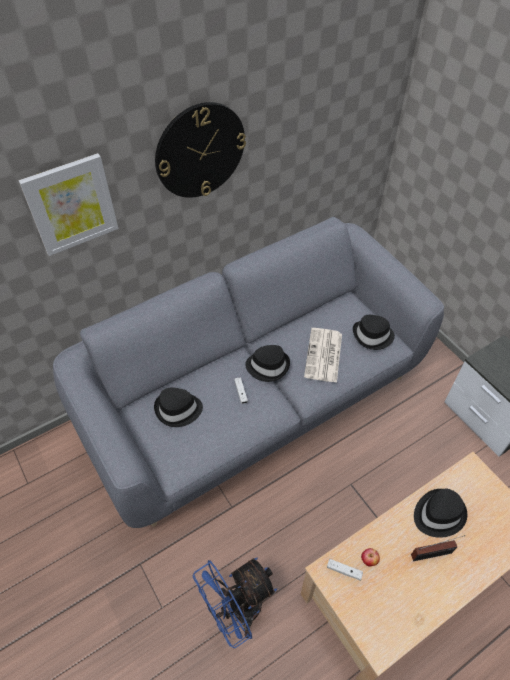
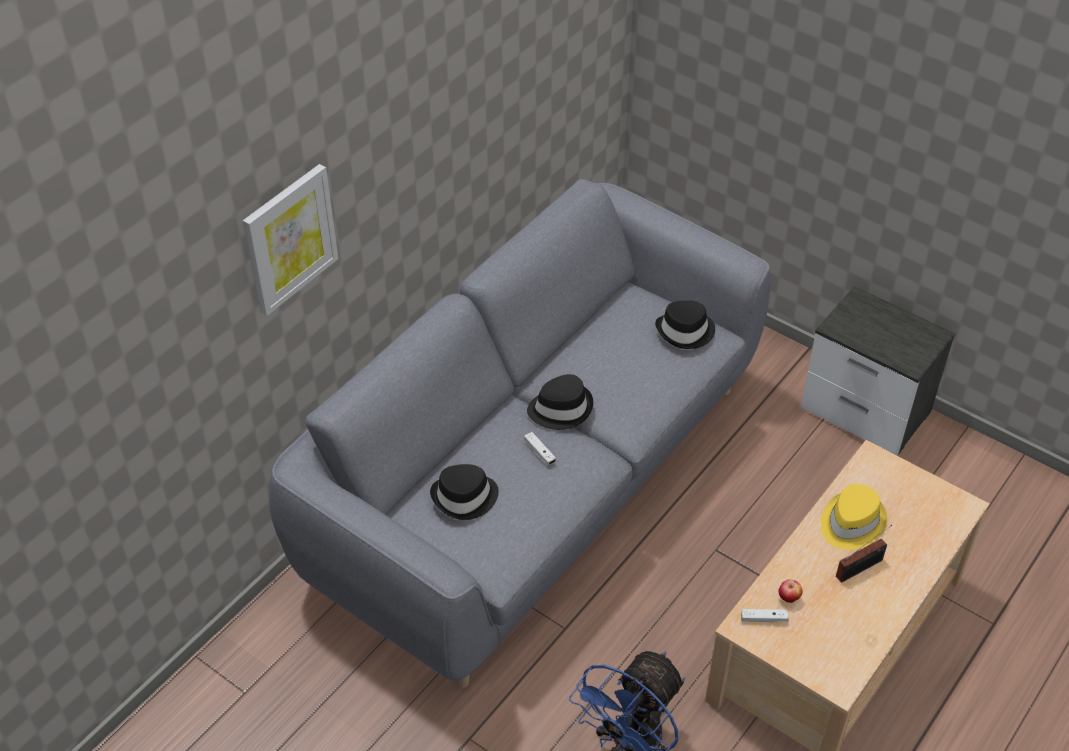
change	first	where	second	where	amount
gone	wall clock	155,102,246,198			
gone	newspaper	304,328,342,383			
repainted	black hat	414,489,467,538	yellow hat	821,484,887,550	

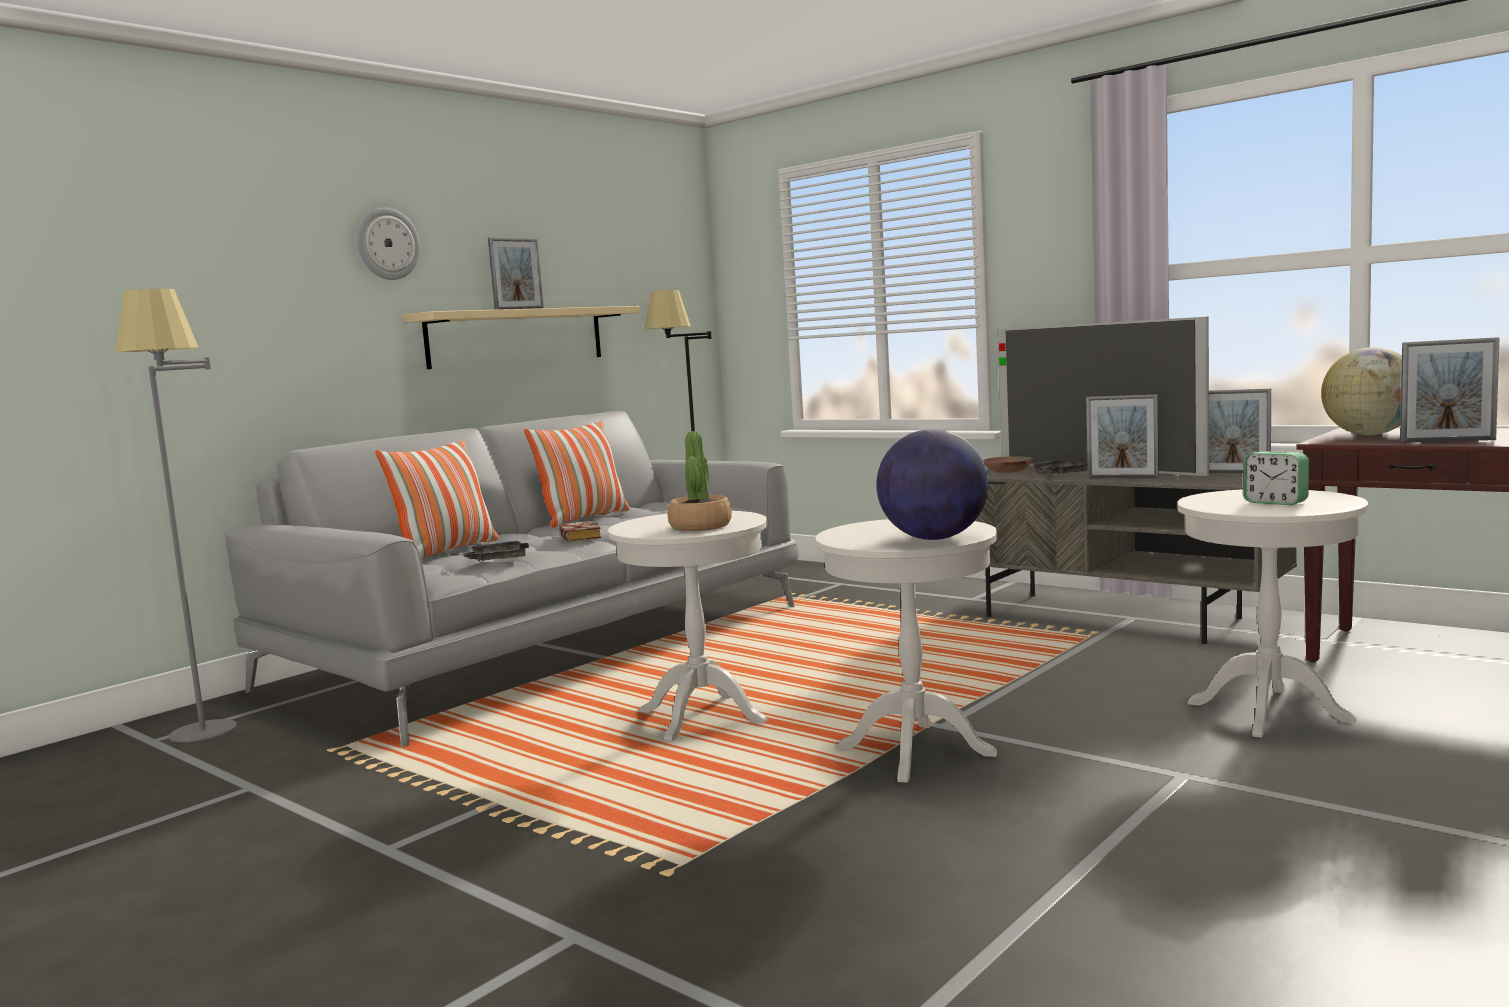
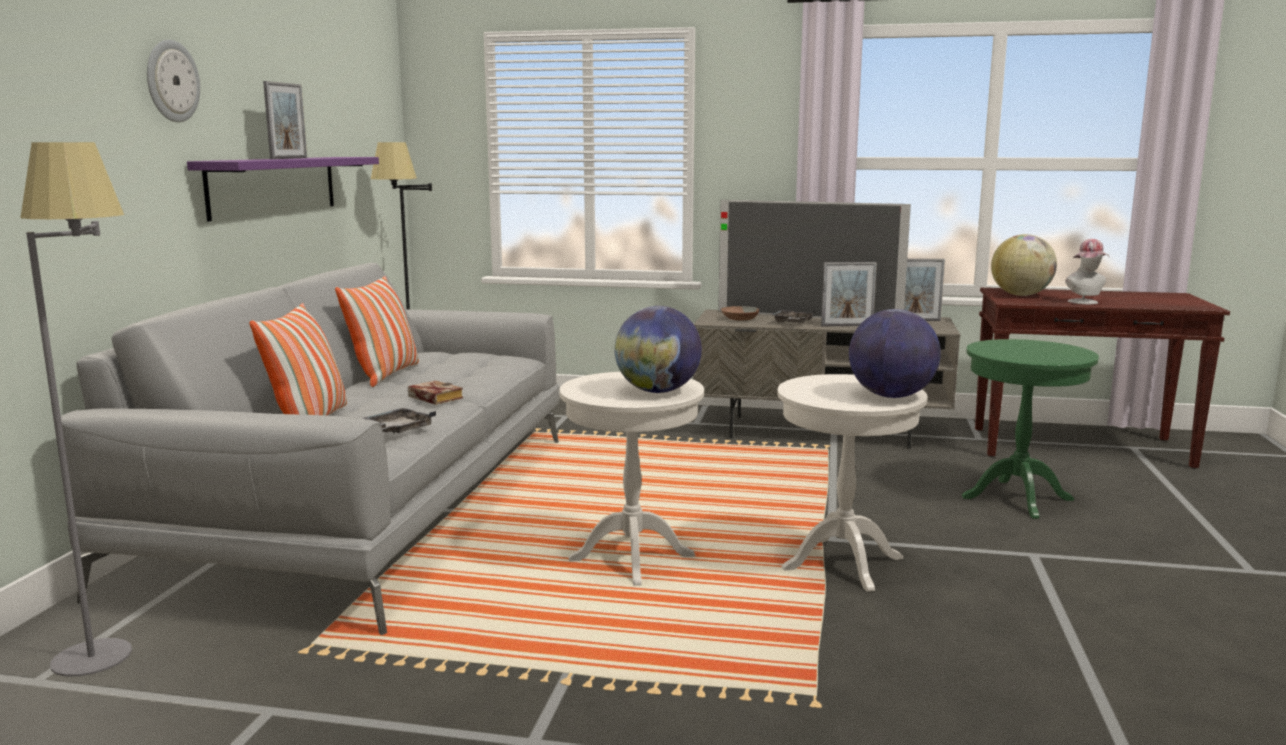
change	first	where	second	where	amount
gone	alarm clock	1243,451,1309,505			
swapped	potted plant	668,431,732,531	globe	615,306,702,393	
swapped	picture frame	1400,337,1500,443	hat	1065,239,1110,304	
repainted	beige shelf	403,306,640,369	purple shelf	187,157,379,222	
repainted	white side table	1177,490,1368,738	green side table	962,339,1099,519	

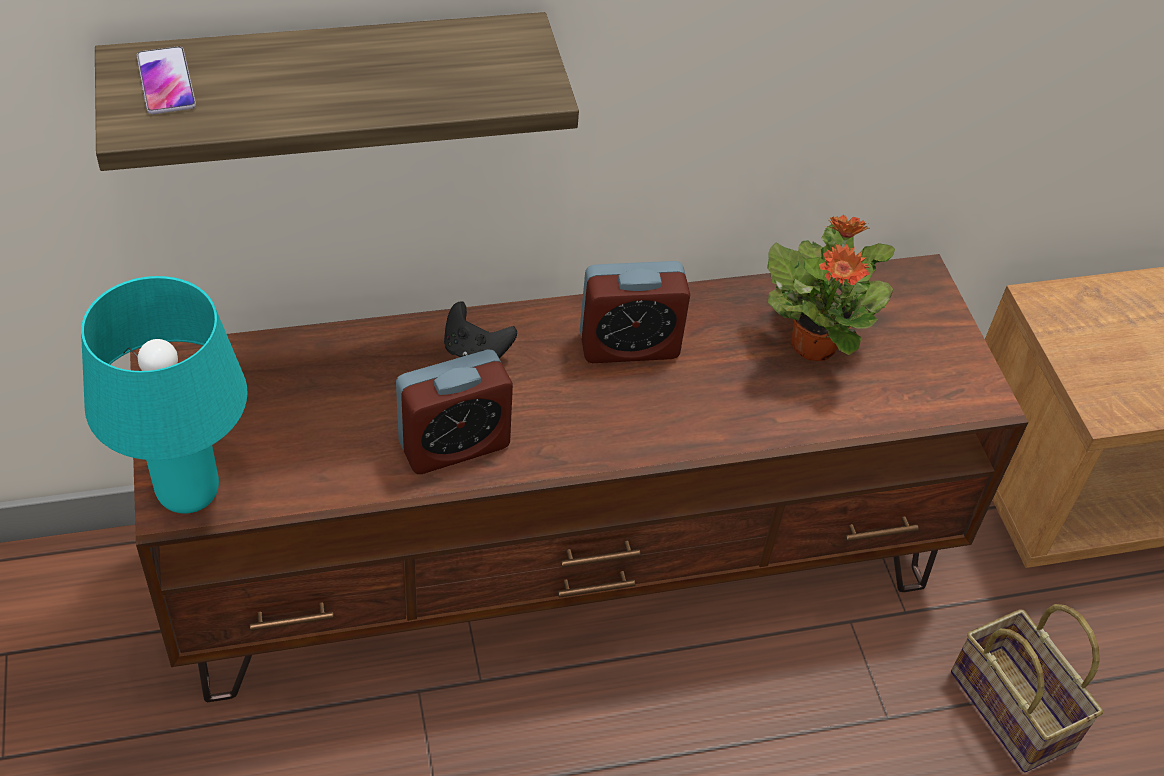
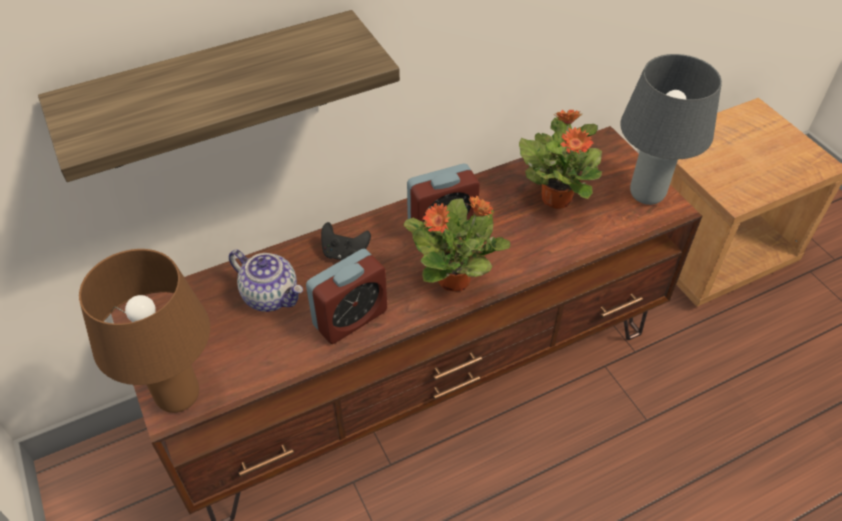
change	first	where	second	where	amount
gone	phone	136,46,196,114			
gone	basket	951,604,1103,772			
new			teapot	229,250,303,312	
new			potted plant	403,195,511,291	
new			grey table lamp	620,54,722,205	
repainted	turquoise table lamp	81,276,247,513	brown table lamp	79,249,210,413	

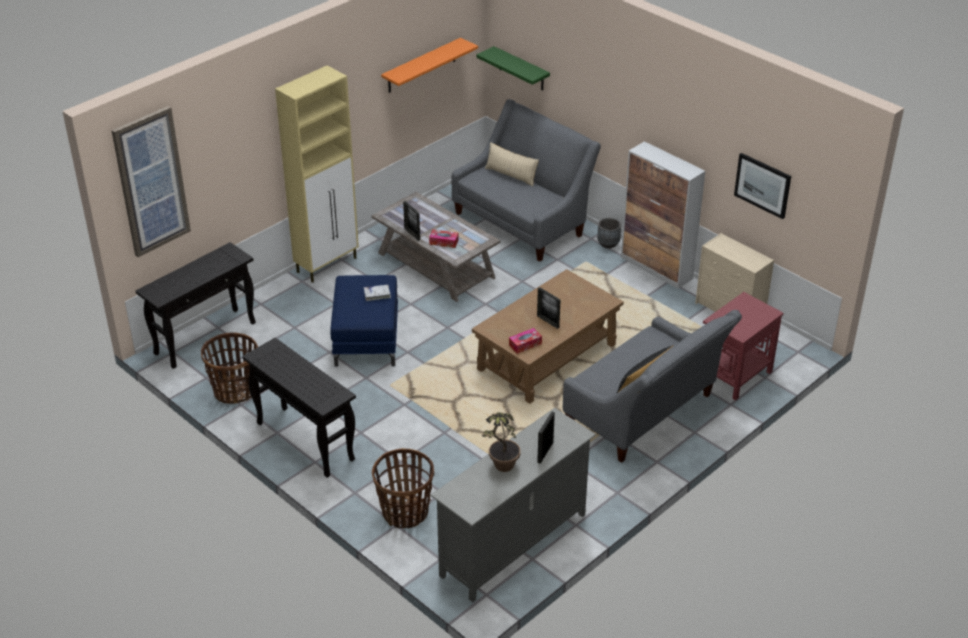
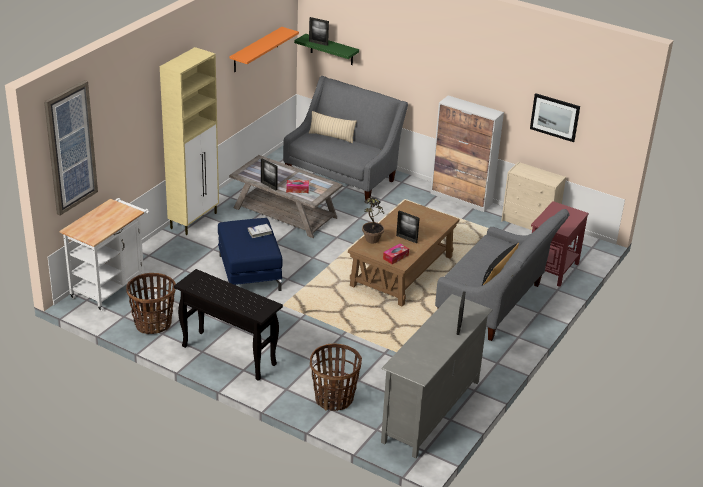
change	first	where	second	where	amount
gone	grey planter	597,218,621,248			
new			picture frame	309,17,329,46	
shifted	potted plant	482,412,520,472		362,197,384,243	
swapped	black console table	136,242,256,369	white cart	59,198,149,311	

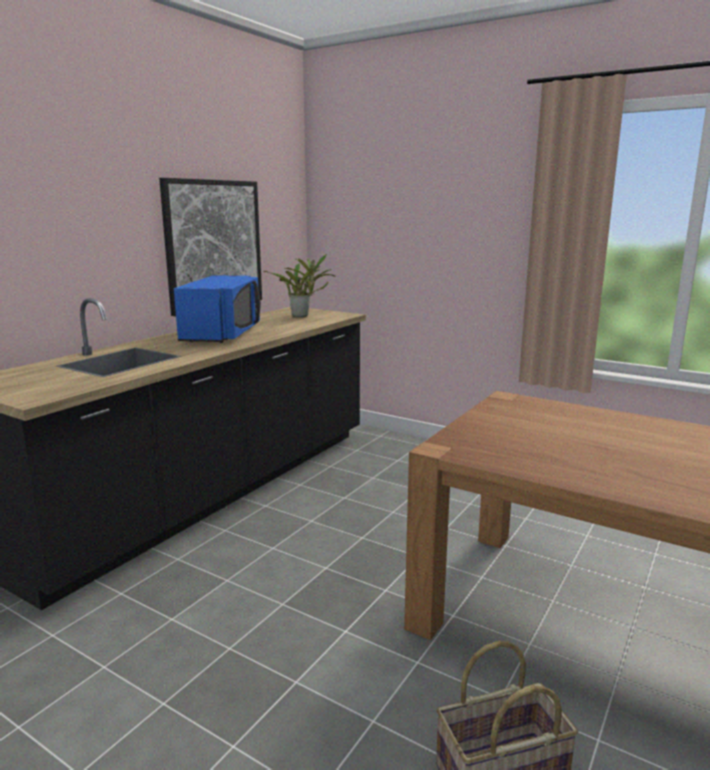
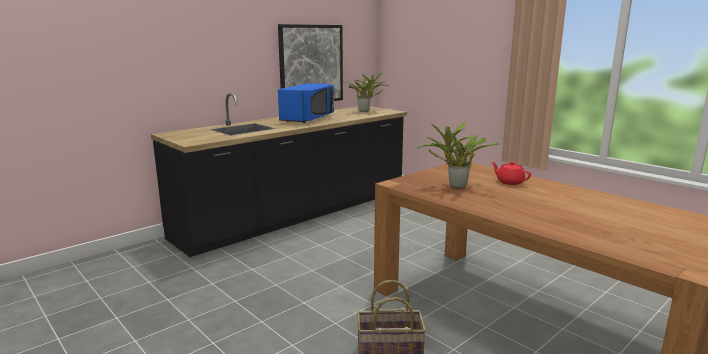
change	first	where	second	where	amount
new			potted plant	417,122,499,189	
new			red teapot	491,162,531,185	

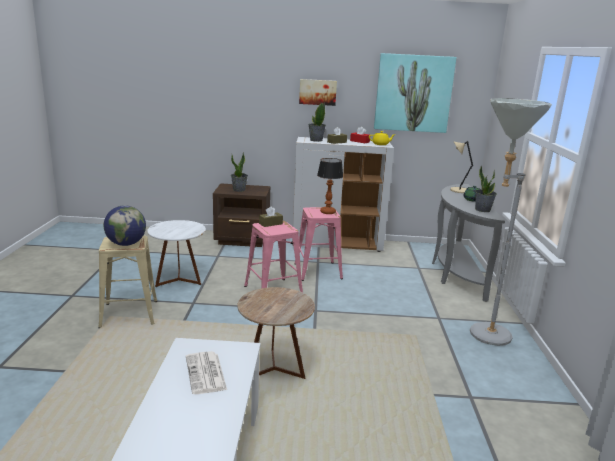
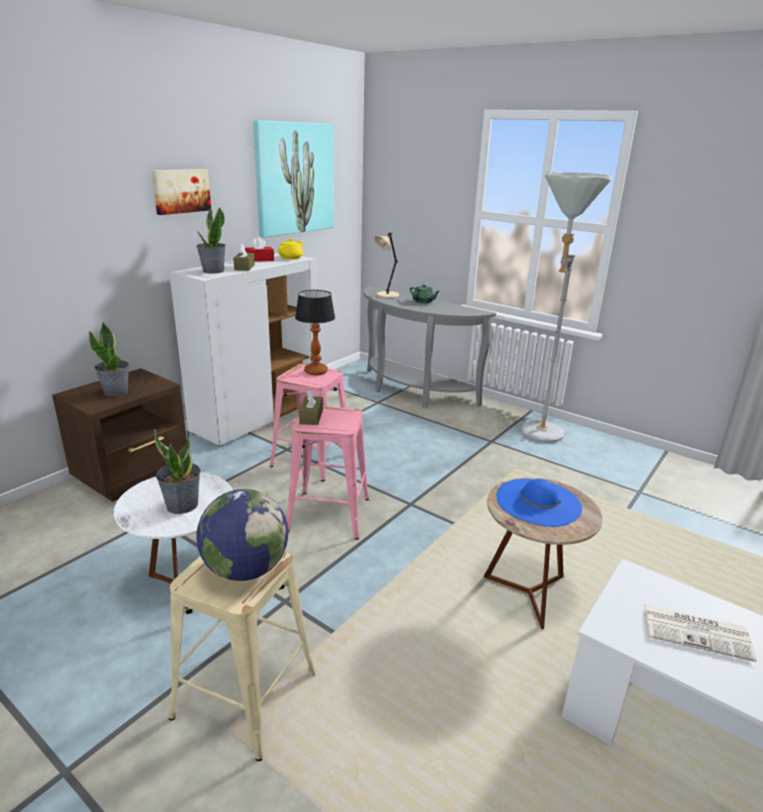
change	first	where	second	where	amount
new			blue hat	496,479,582,527	
shifted	potted plant	475,166,497,212		154,429,201,514	

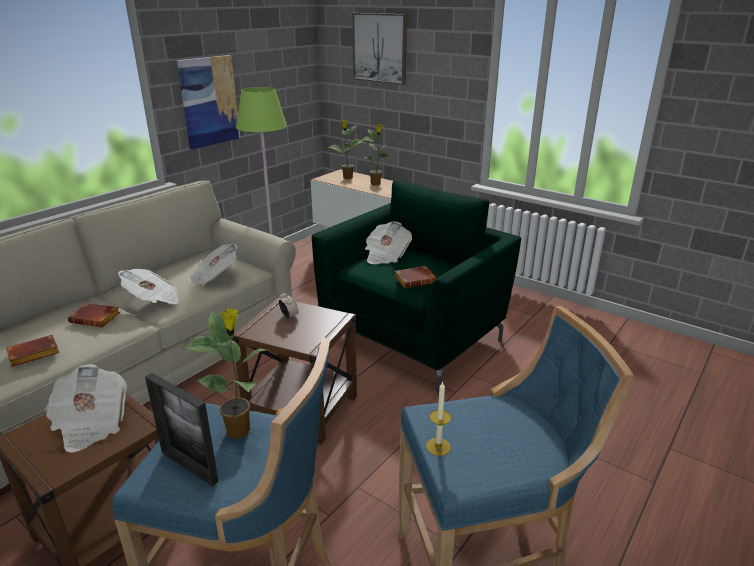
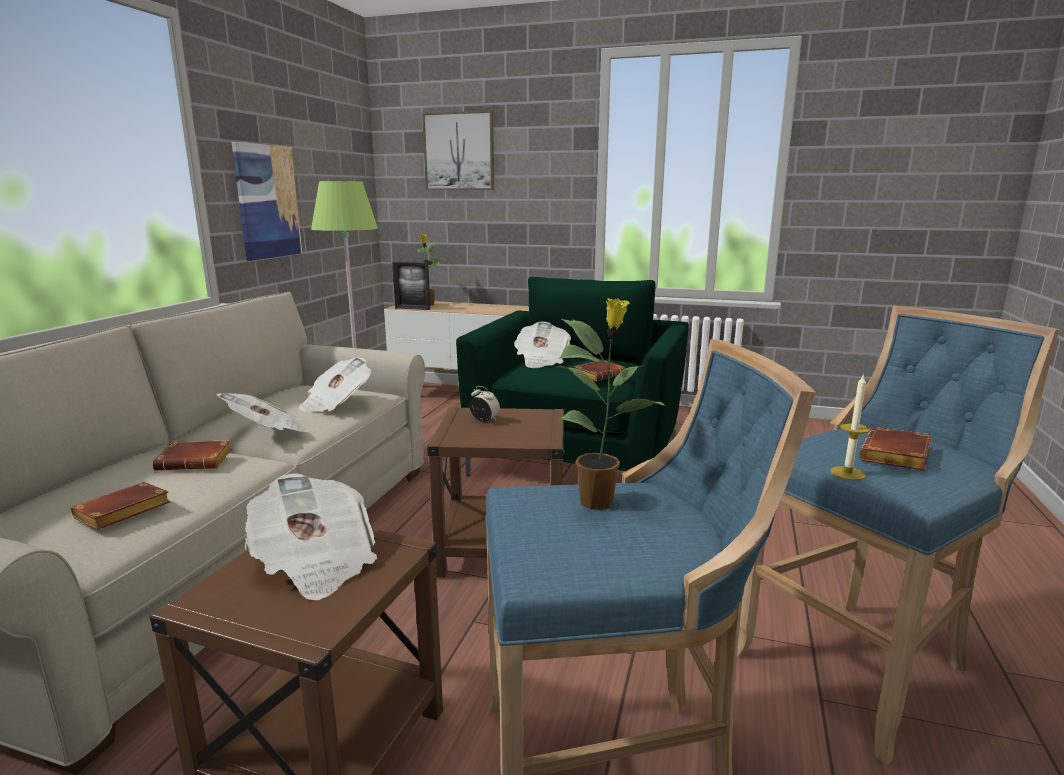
change	first	where	second	where	amount
gone	potted plant	362,124,390,186			
new			brown book	860,427,932,470	
shifted	picture frame	145,373,219,487		392,262,430,310	

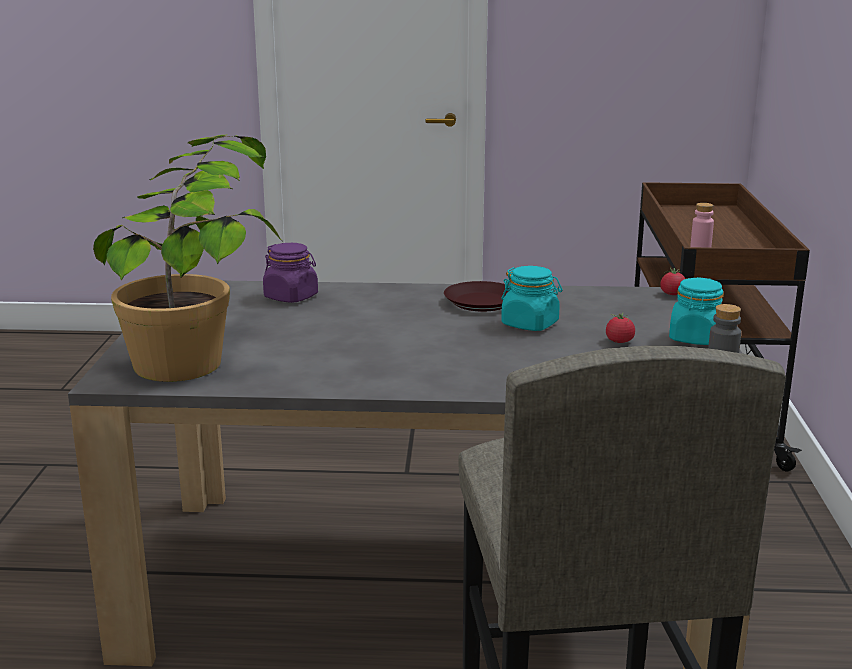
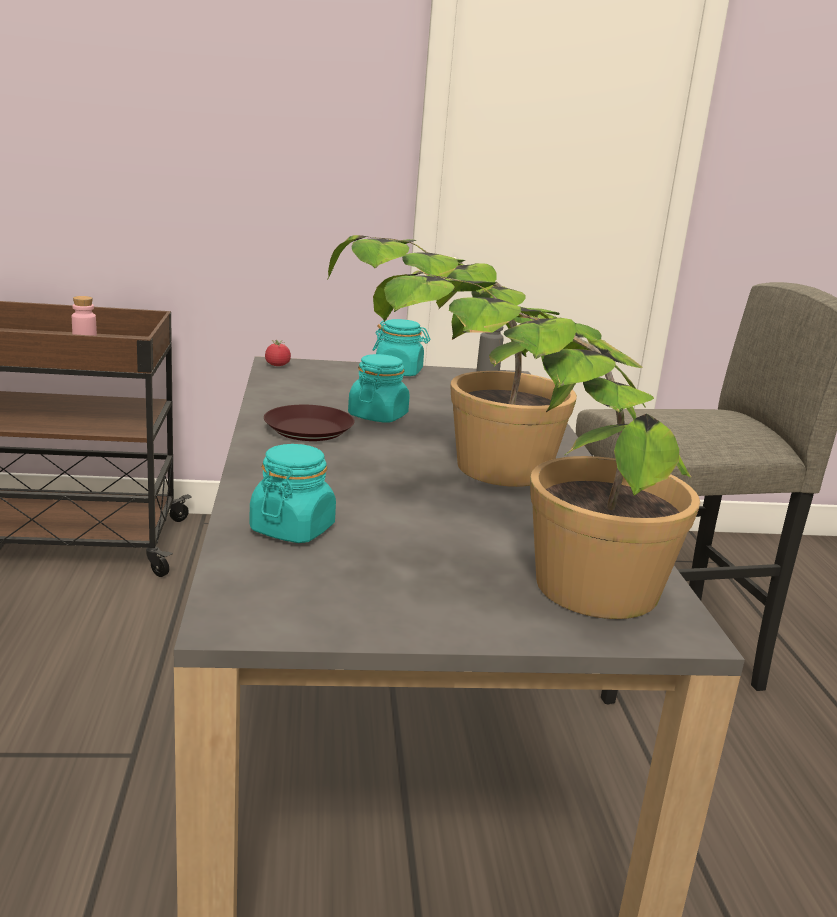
change	first	where	second	where	amount
gone	tomato	606,313,635,343			
new			potted plant	327,235,577,487	
repainted	purple jar	263,243,318,303	turquoise jar	249,444,336,543	

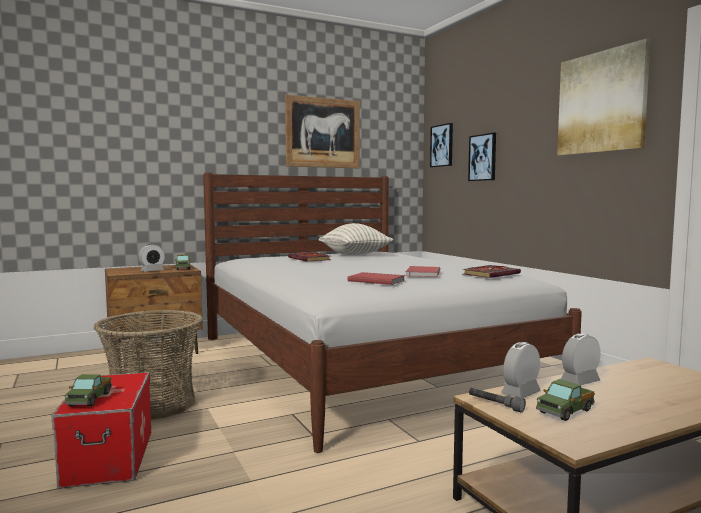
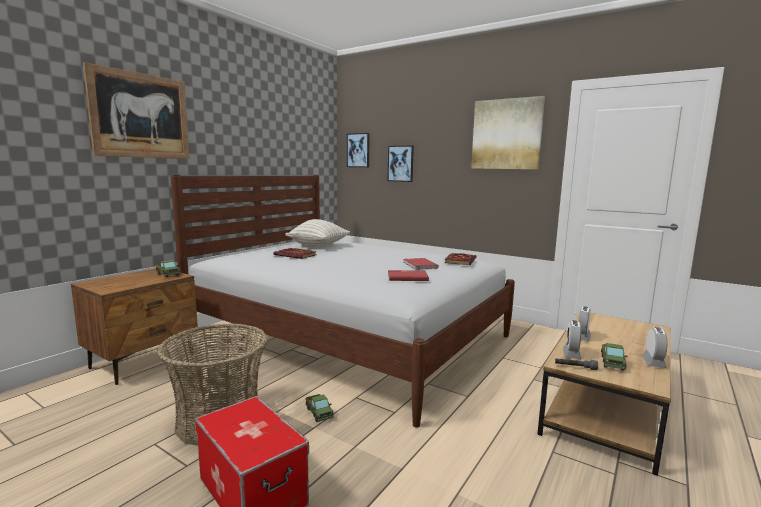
change	first	where	second	where	amount
shifted	toy truck	64,374,112,406		306,394,334,422	
shifted	alarm clock	138,244,165,272		642,327,667,368	
shifted	picture	285,95,360,168		83,62,190,159	

